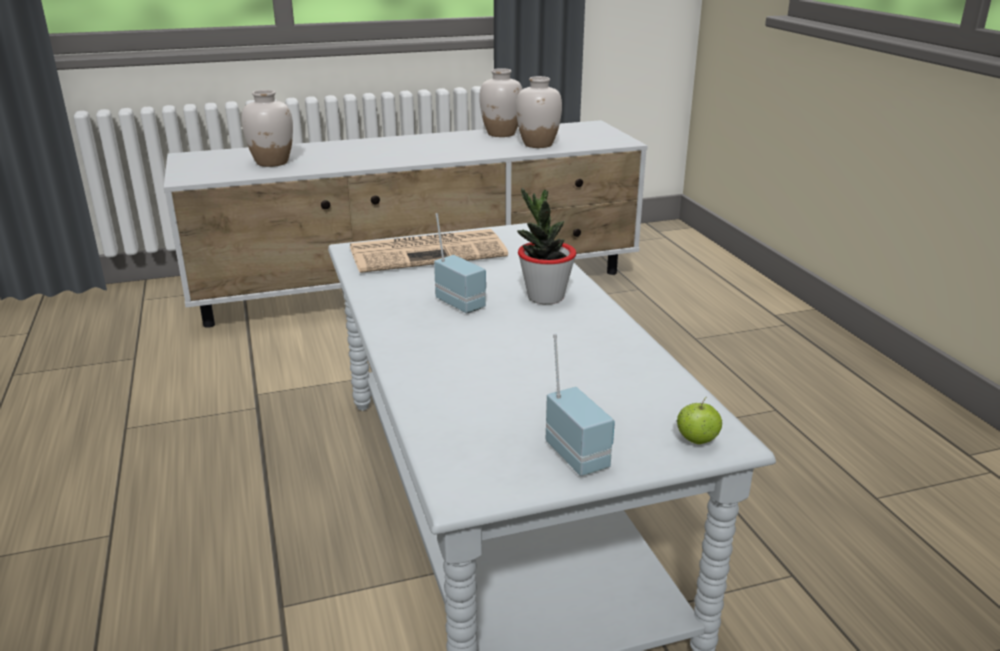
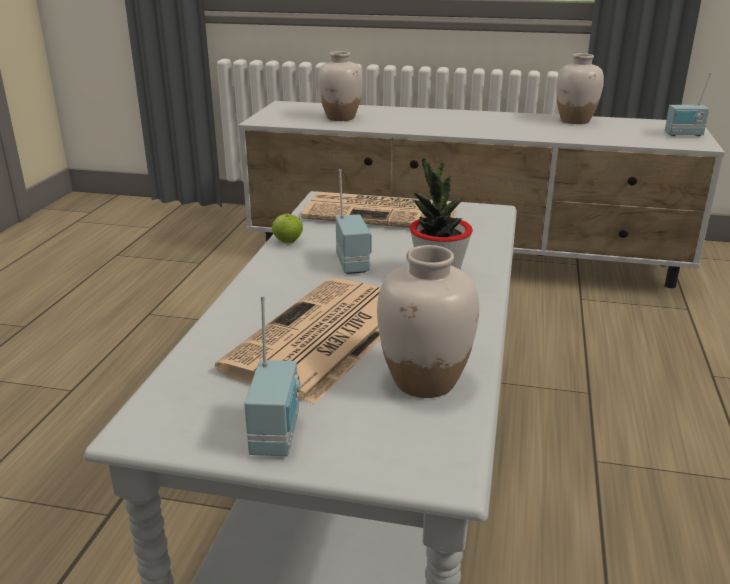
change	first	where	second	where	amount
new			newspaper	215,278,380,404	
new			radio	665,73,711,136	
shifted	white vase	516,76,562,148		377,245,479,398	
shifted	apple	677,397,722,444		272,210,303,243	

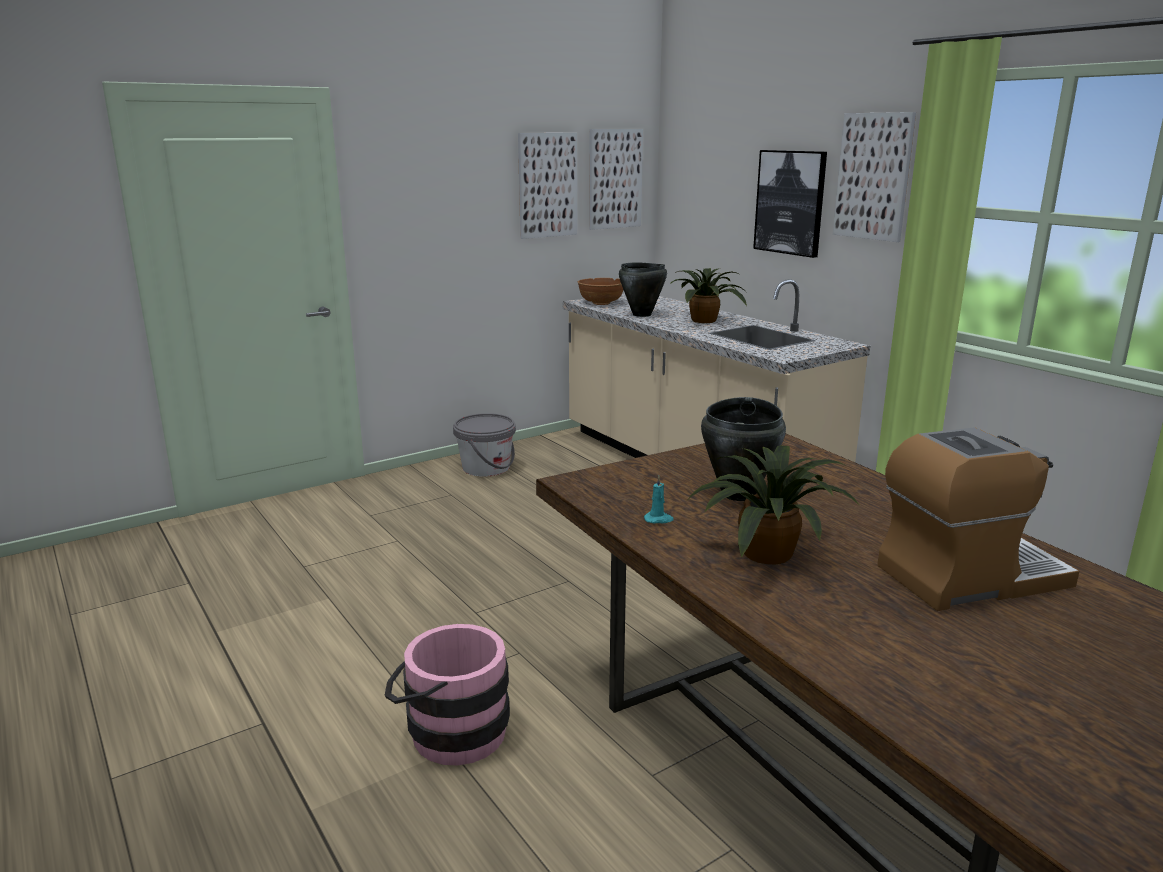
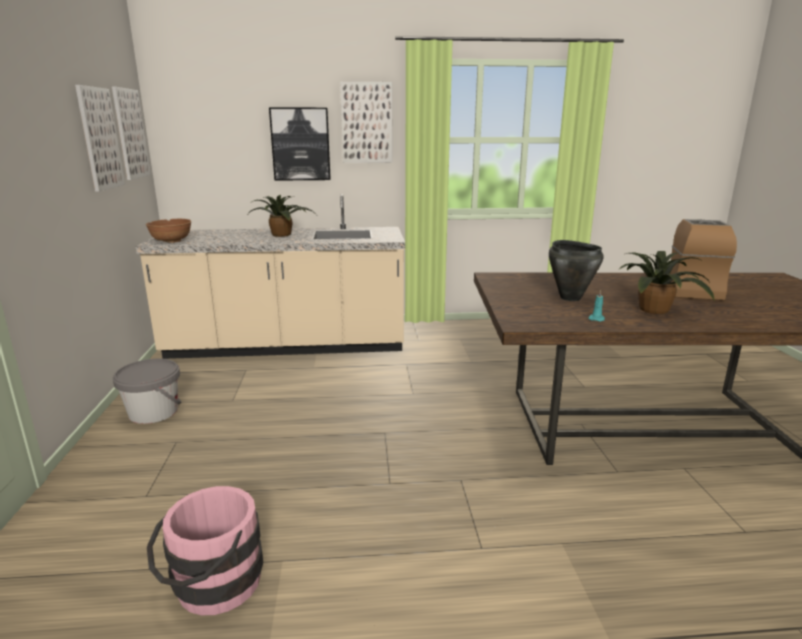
change	first	where	second	where	amount
gone	black cooking pot	619,263,667,317			
shifted	pink bucket	385,624,510,766		147,486,263,615	

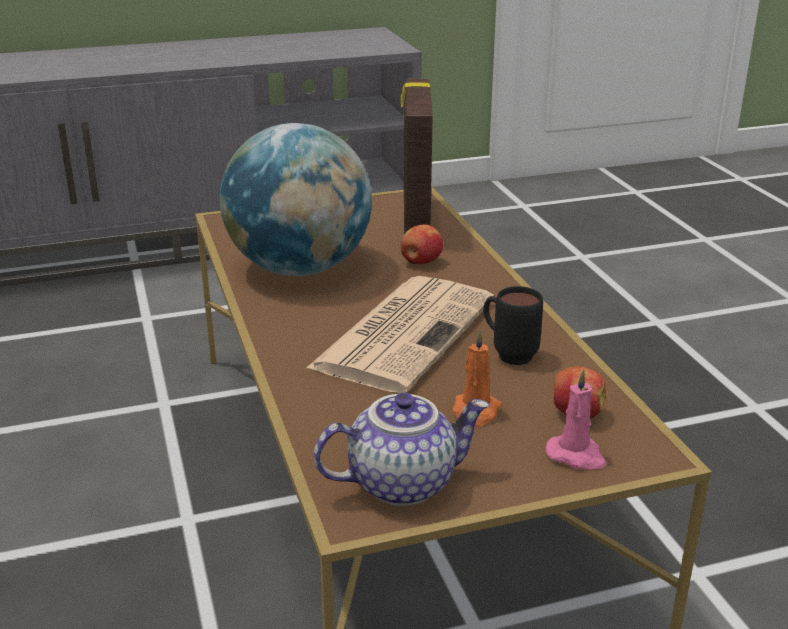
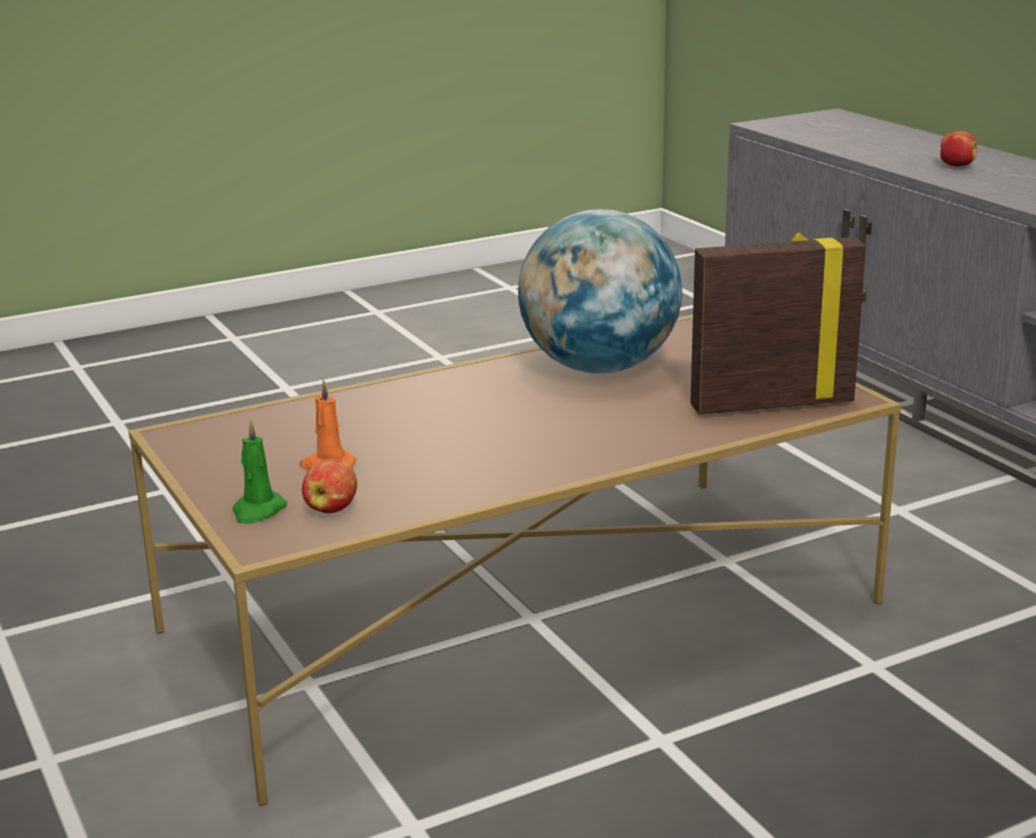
change	first	where	second	where	amount
gone	newspaper	306,276,494,393			
gone	teapot	314,393,490,506			
gone	black mug	484,286,543,365			
shifted	apple	401,224,443,264		940,131,977,167	
repainted	pink candle	546,369,606,469	green candle	232,420,287,524	

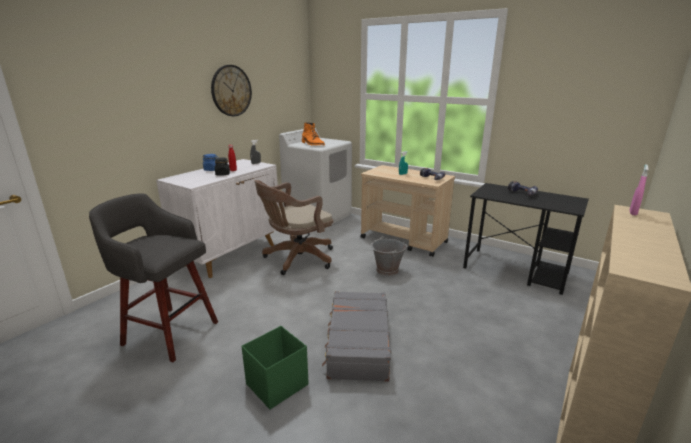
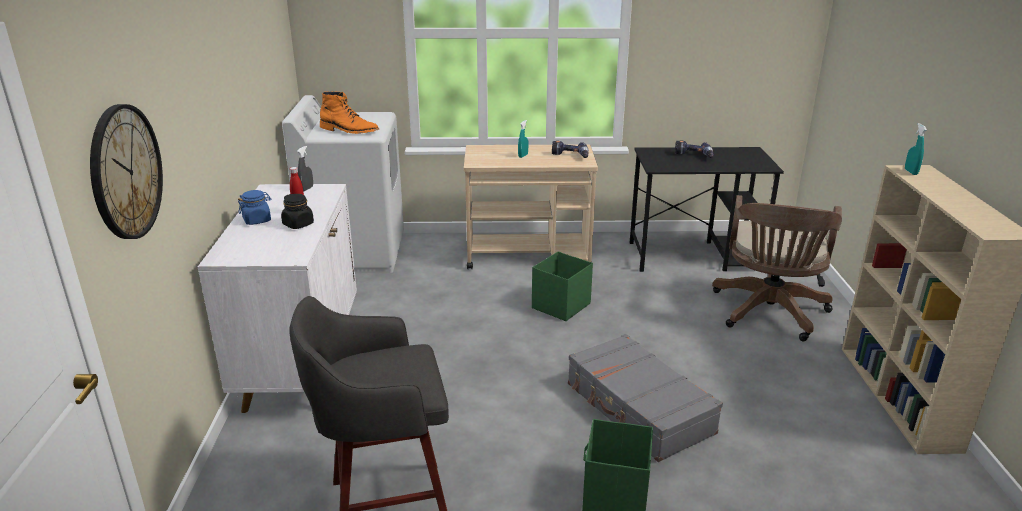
change	first	where	second	where	amount
shifted	wall clock	211,65,252,116		90,104,163,239	
shifted	brown office chair	254,180,333,275		712,195,842,341	
swapped	grey bucket	371,236,407,276	green storage box	532,251,593,321	
repainted	pink spray bottle	630,164,649,215	turquoise spray bottle	905,123,927,175	

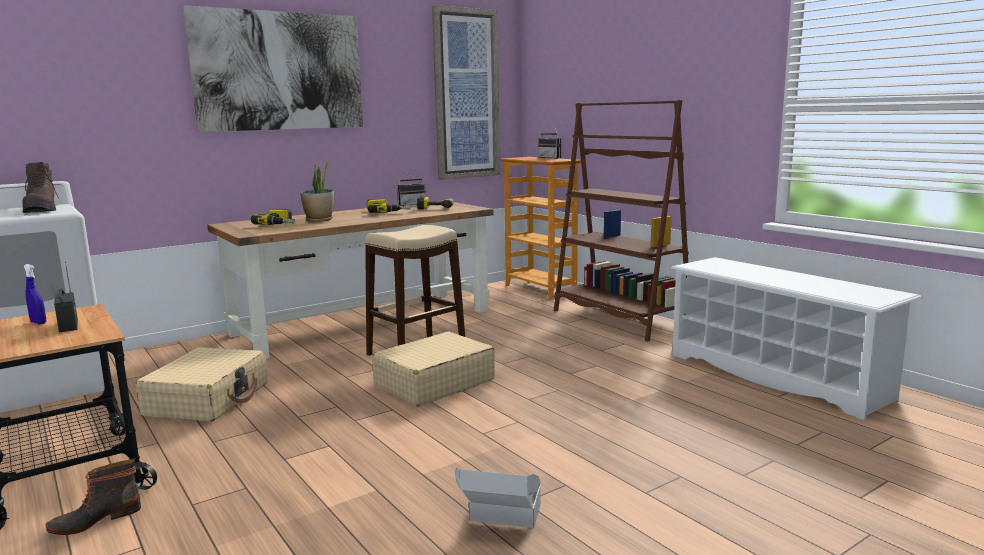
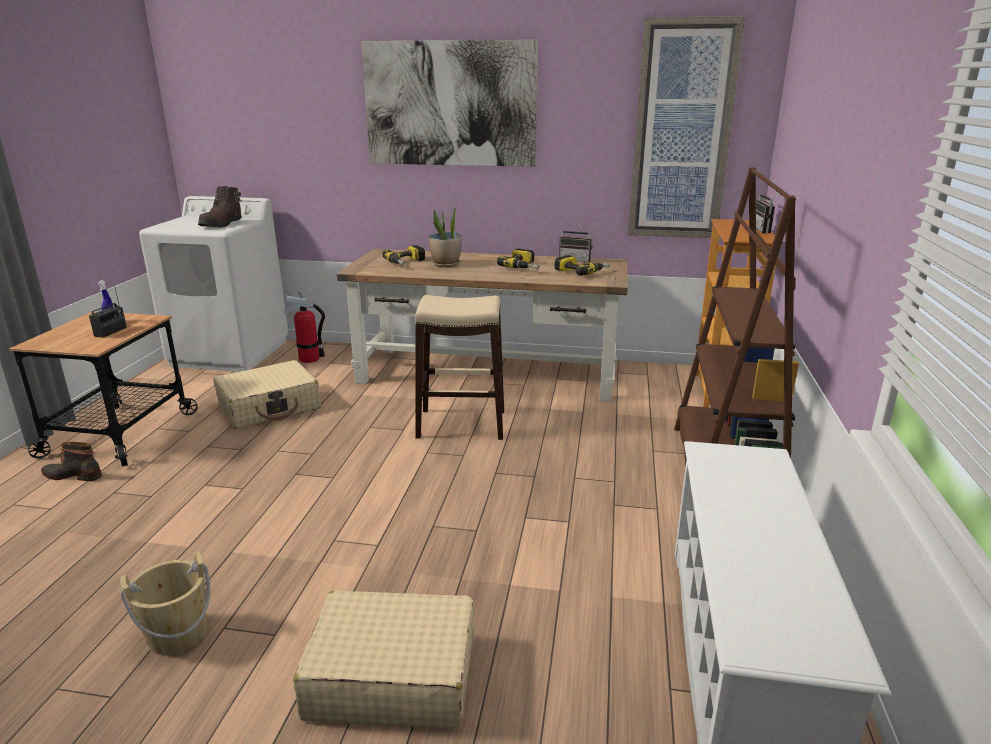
change	first	where	second	where	amount
new			fire extinguisher	284,291,325,363	
shifted	beige suitcase	372,332,495,407		293,591,474,729	
swapped	cardboard box	455,467,541,528	beige bucket	120,551,210,655	

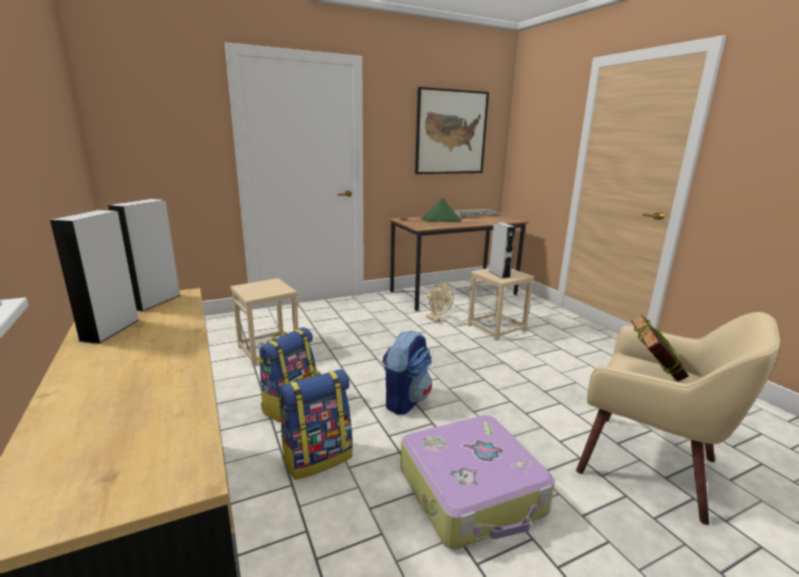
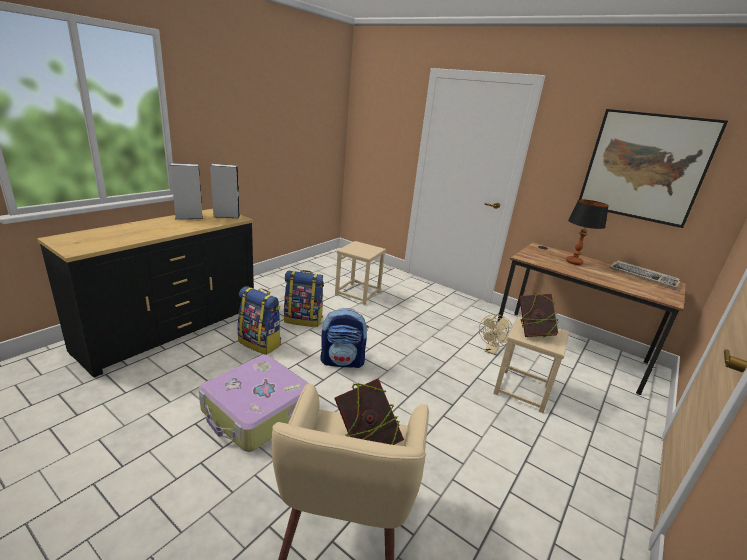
change	first	where	second	where	amount
swapped	green hat	421,198,461,222	table lamp	566,199,609,265	
swapped	grey speaker	488,222,516,279	book	520,292,559,338	

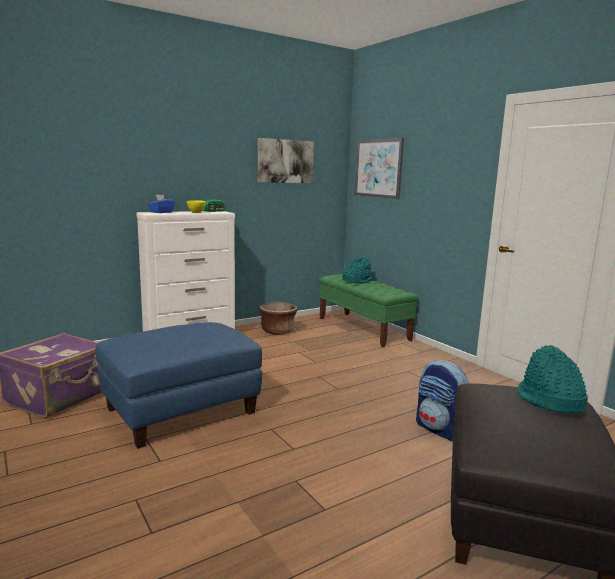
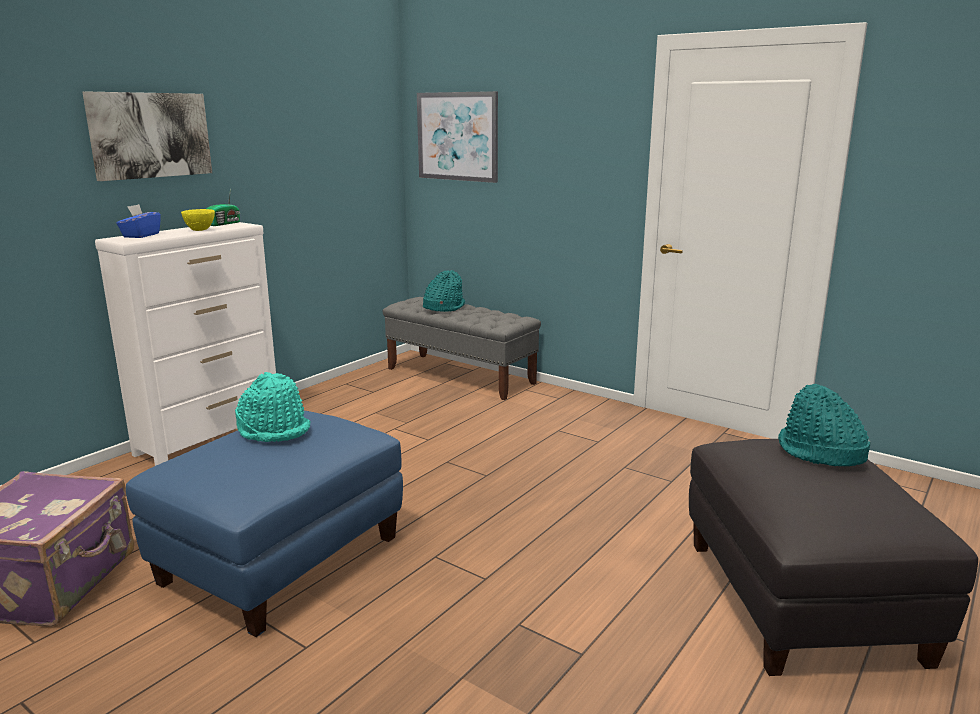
change	first	where	second	where	amount
gone	brown planter	259,302,298,335			
gone	backpack	416,360,469,441			
new			turquoise hat	235,372,311,442	
shifted	picture	258,138,314,183		82,92,212,181	
repainted	green bench	319,274,419,347	grey bench	382,297,541,400	

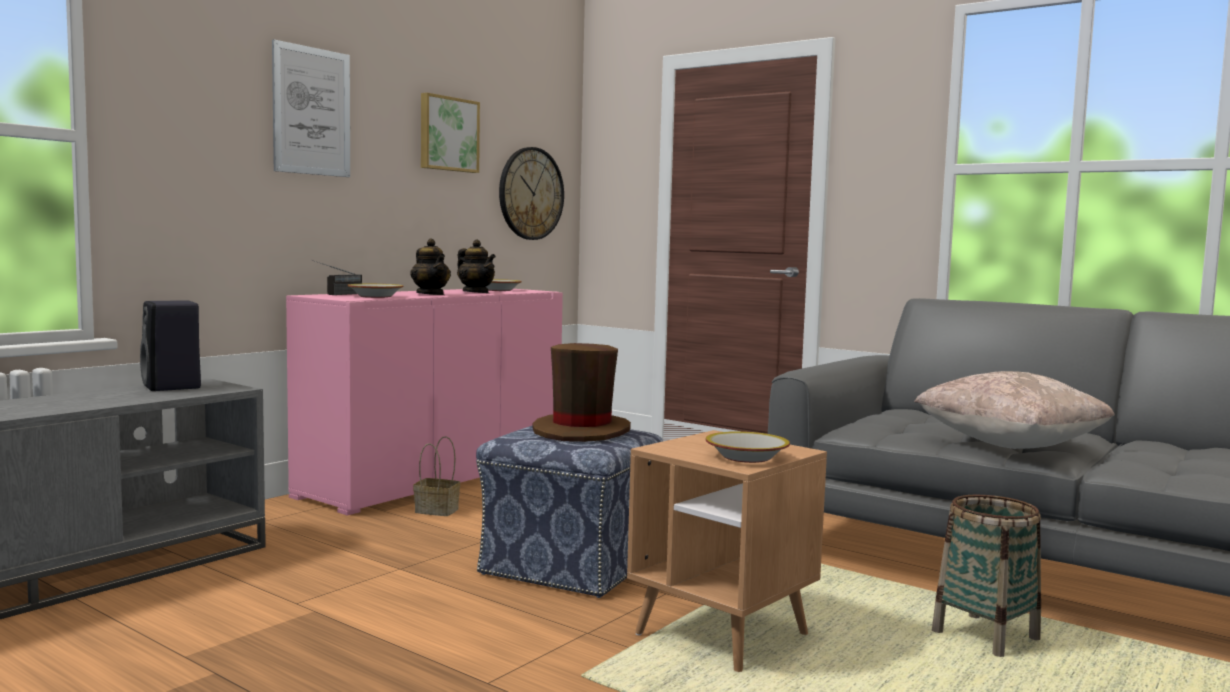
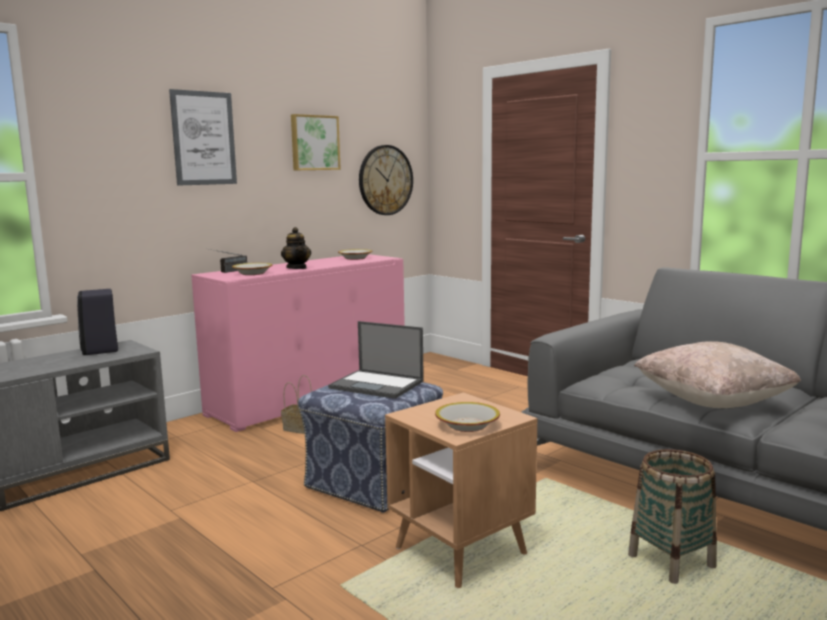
change	first	where	second	where	amount
gone	teapot	457,240,496,293			
swapped	brown hat	532,343,631,442	laptop	328,321,424,399	

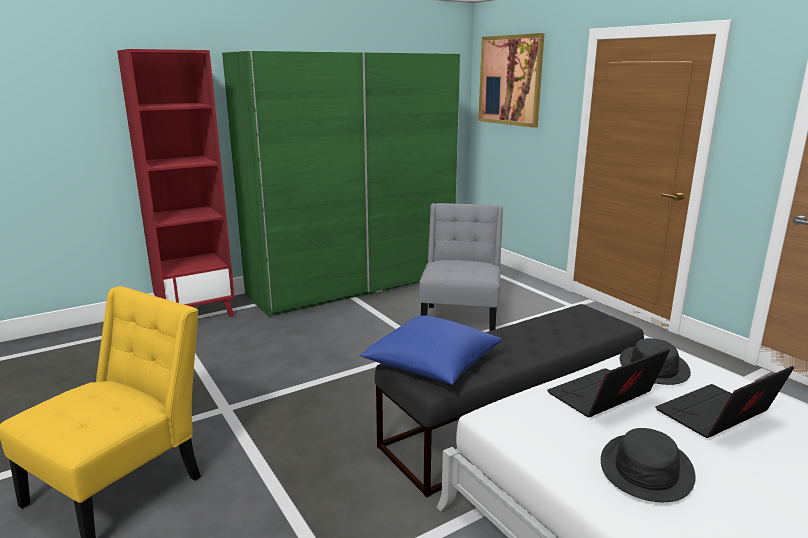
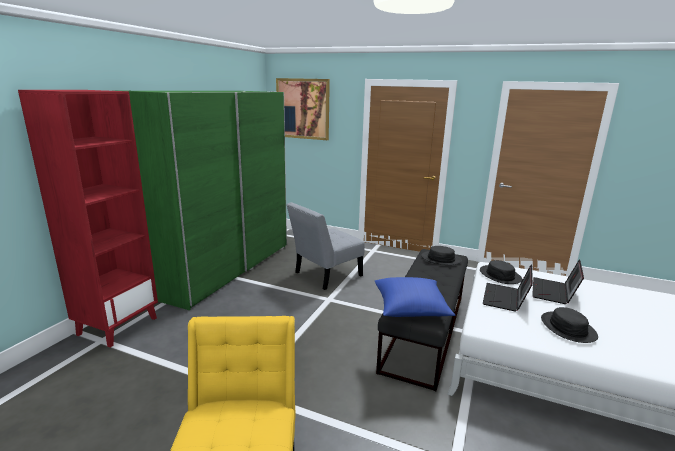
change	first	where	second	where	amount
new			black hat	421,246,462,265	
rotated	grey chair	419,203,503,331		287,202,365,290	105 degrees counterclockwise

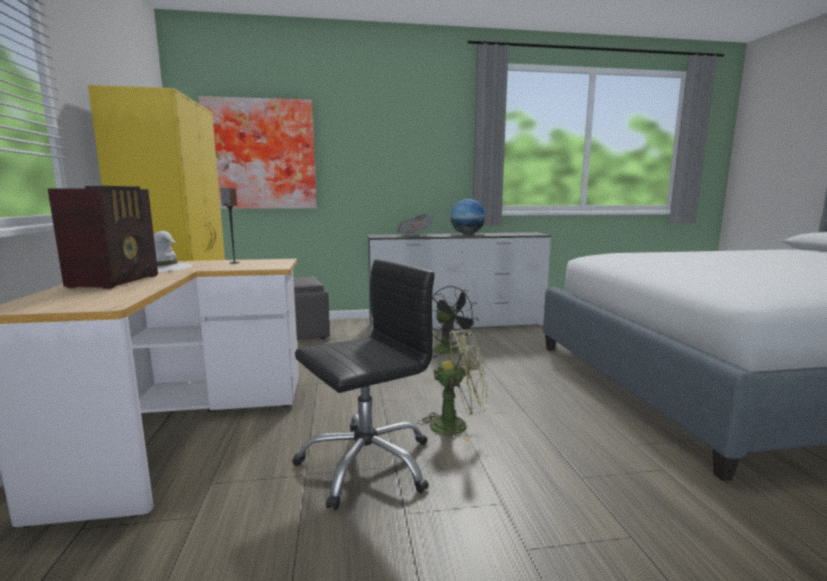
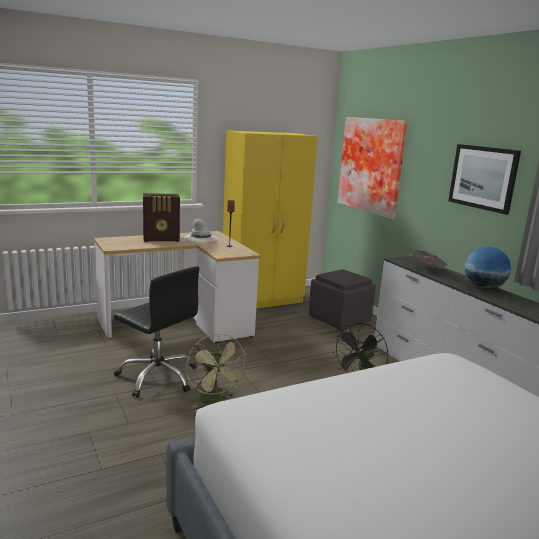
change	first	where	second	where	amount
new			picture	448,144,521,215	

